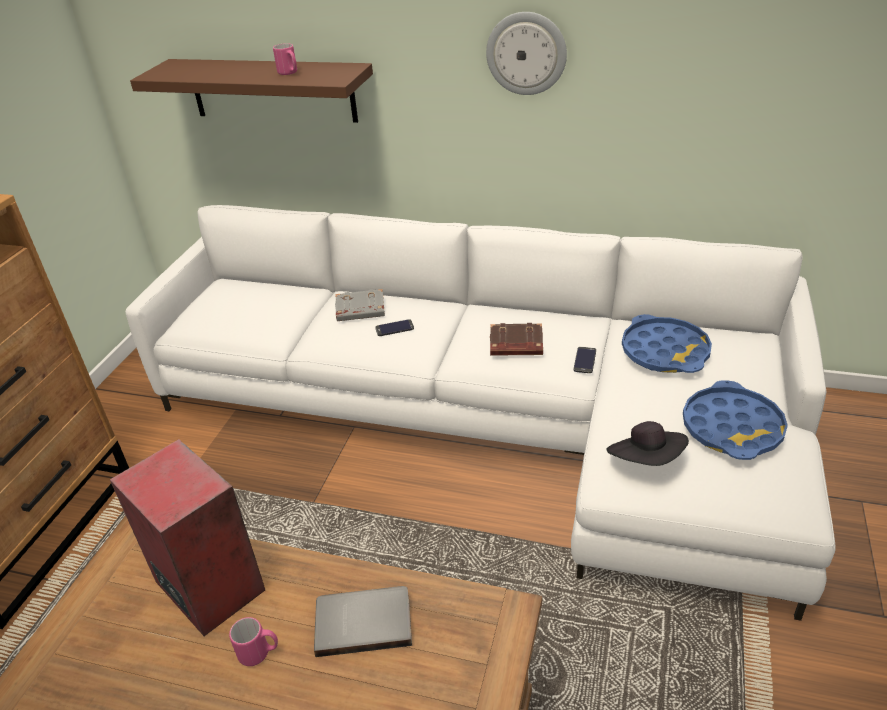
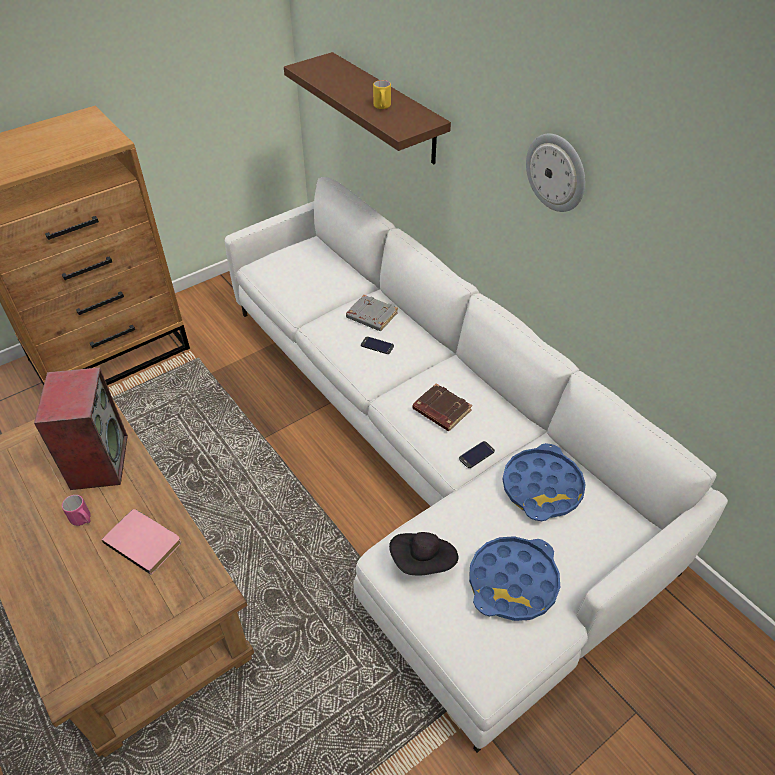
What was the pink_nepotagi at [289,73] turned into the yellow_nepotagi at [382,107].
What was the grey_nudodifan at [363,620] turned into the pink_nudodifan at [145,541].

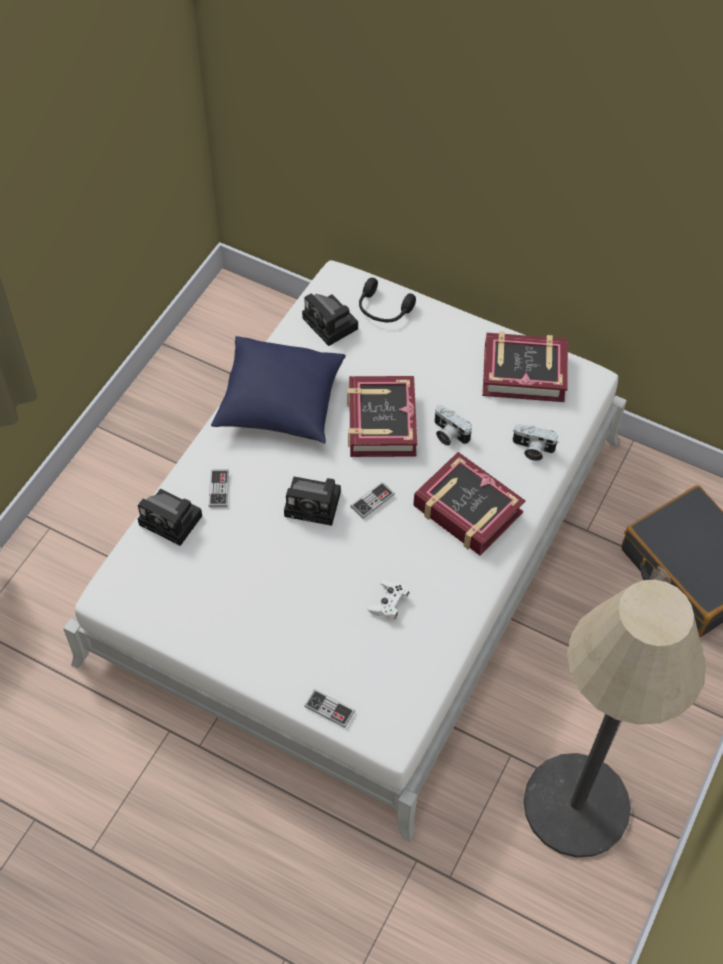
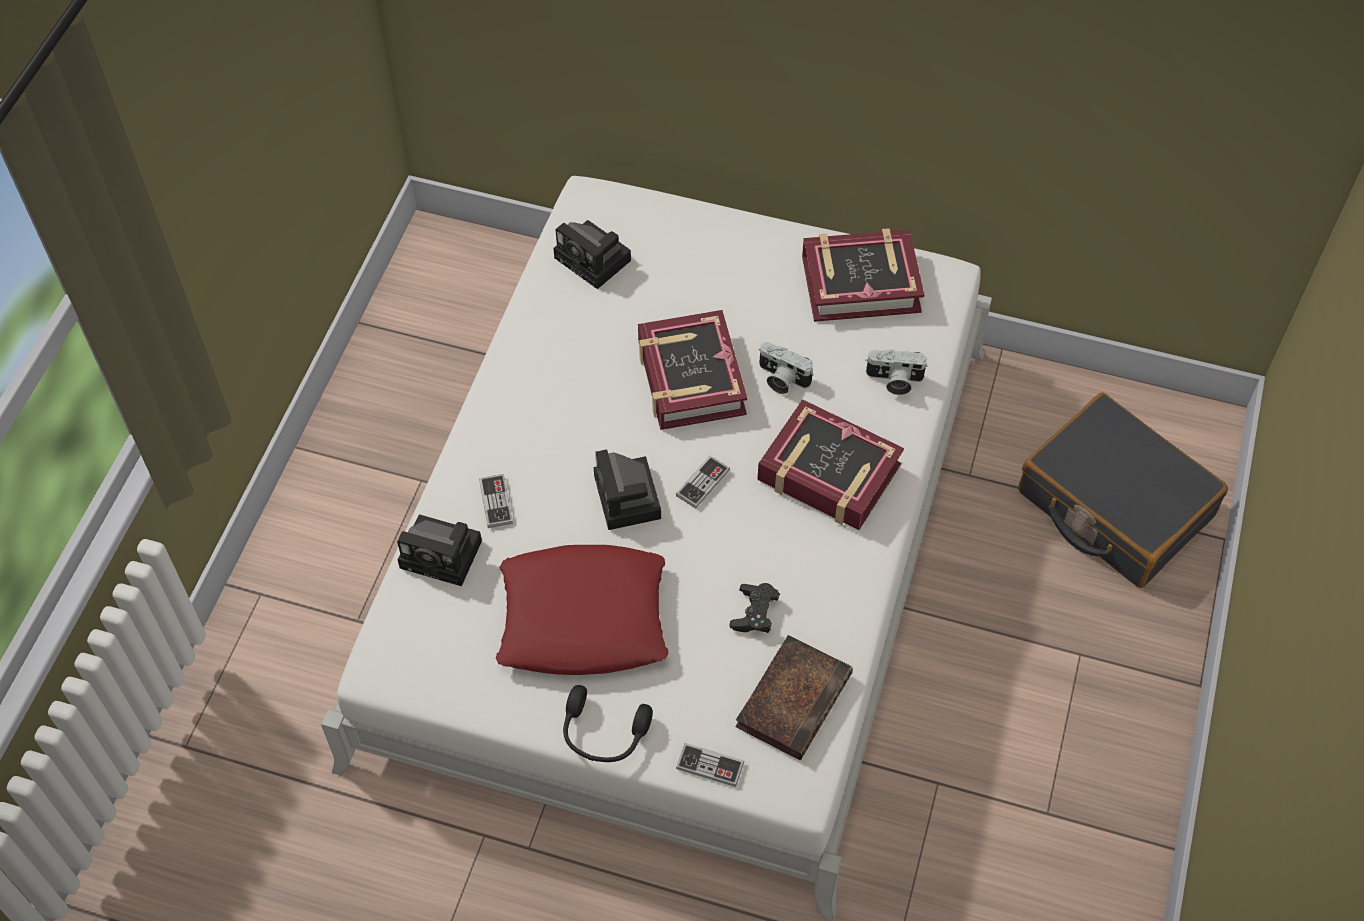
The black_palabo ended up elsewhere, having gone from [383,310] to [603,734].
The second view lost the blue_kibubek at [279,404].
The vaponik at [315,504] ended up facing another way, 75 degrees clockwise from before.
What was the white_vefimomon at [388,603] turned into the black_vefimomon at [754,613].
The second view lost the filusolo at [576,805].
The second view gained the red_kibubek at [582,618].
The second view gained the nudodifan at [794,697].

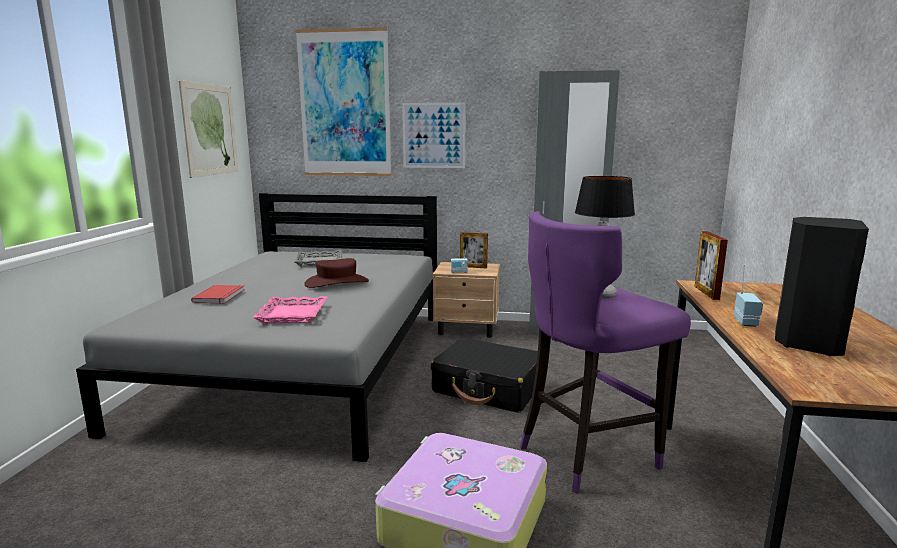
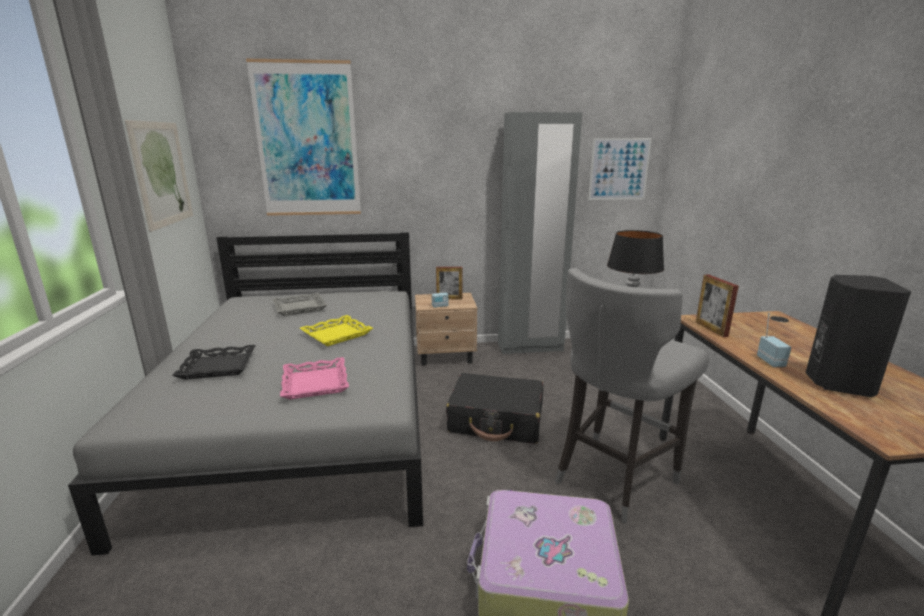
The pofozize ended up elsewhere, having gone from [434,135] to [619,169].
What was the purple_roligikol at [587,453] turned into the grey_roligikol at [613,478].
Where the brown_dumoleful stood at [337,282], the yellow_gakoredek came to stand at [336,334].
Where the red_nudodifan stood at [221,296], the black_gakoredek came to stand at [218,366].

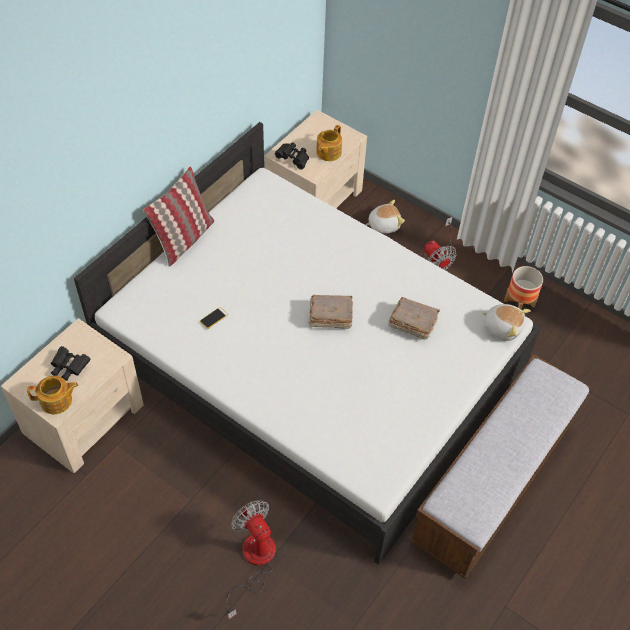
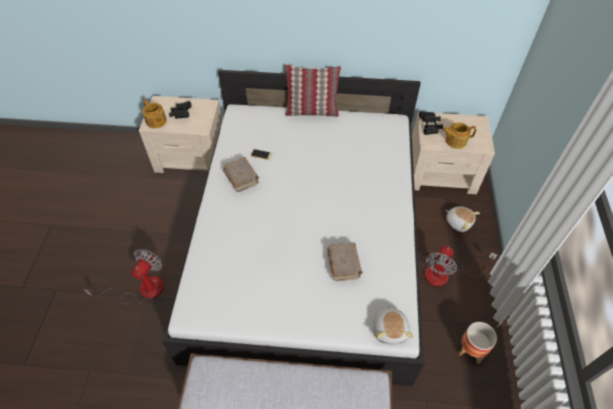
The brown_nudodifan ended up elsewhere, having gone from [329,317] to [241,178].

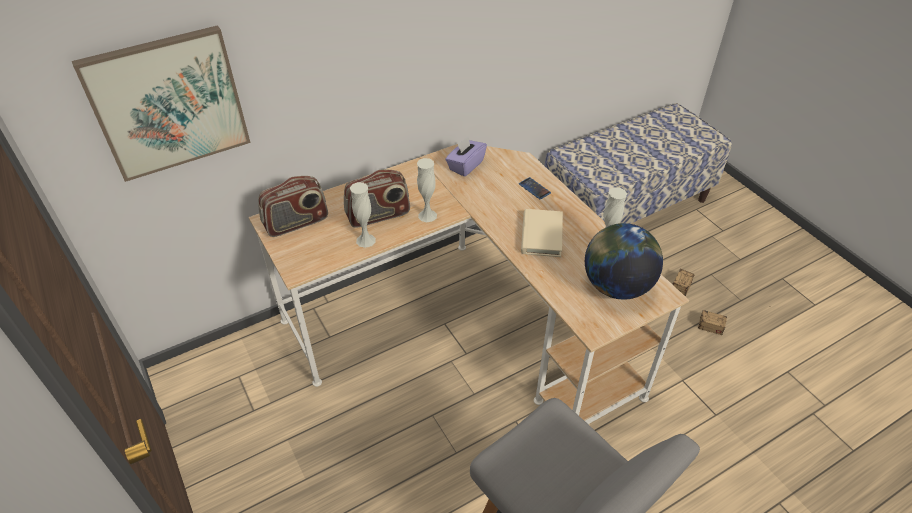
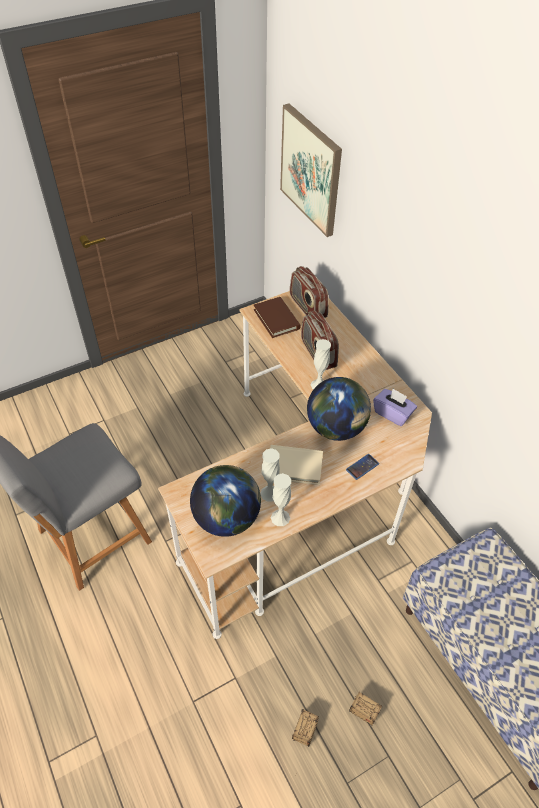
The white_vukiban ended up elsewhere, having gone from [366,240] to [269,493].
The second view gained the brown_nudodifan at [276,319].
The second view gained the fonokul at [336,428].

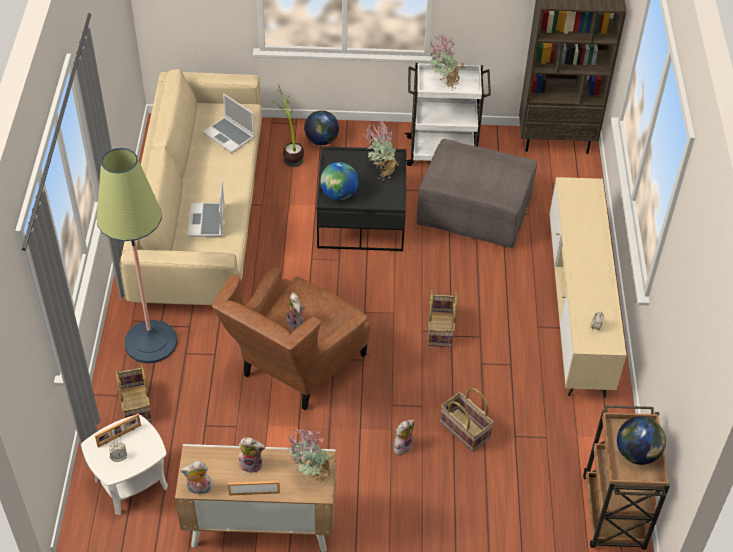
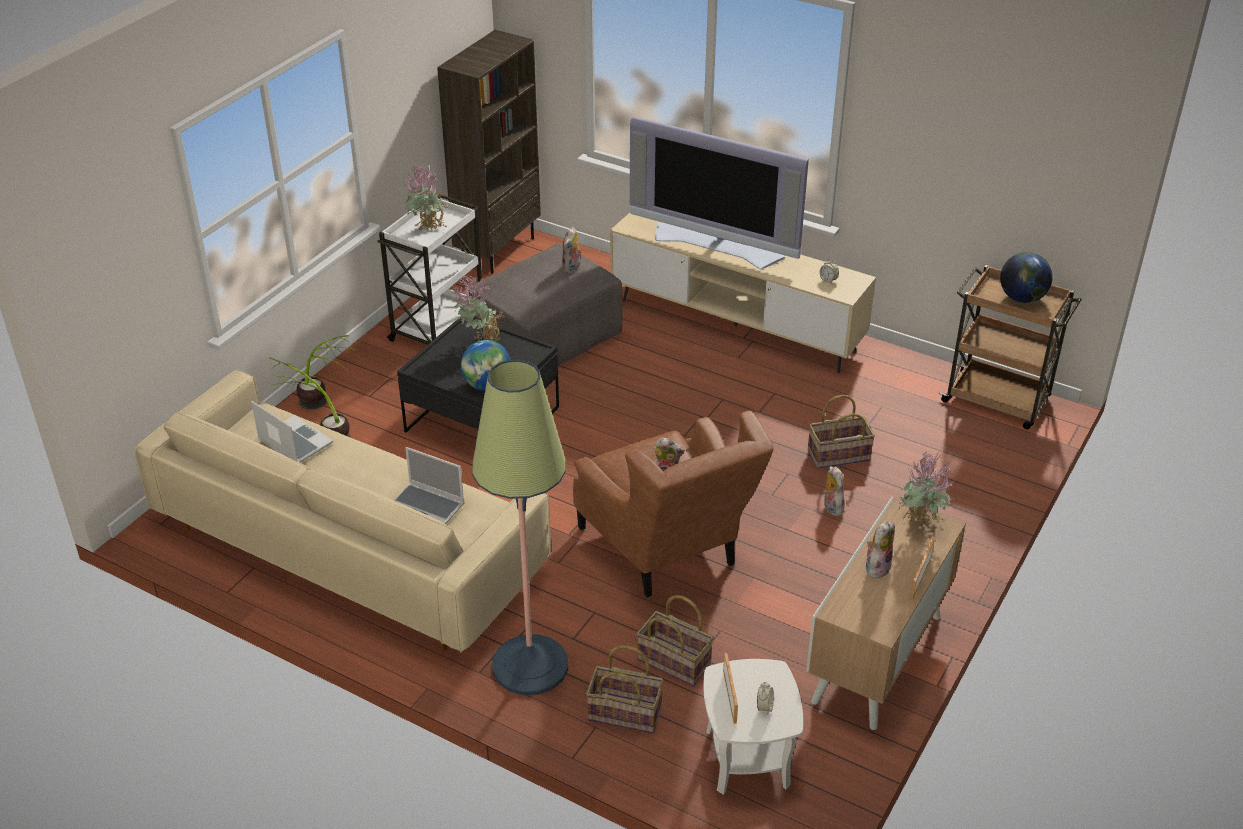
The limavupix at [230,136] ended up facing another way, 120 degrees counterclockwise from before.
Where the fonokul stood at [321,140], the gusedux came to stand at [327,405].
The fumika ended up elsewhere, having gone from [441,329] to [675,661].
The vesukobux ended up elsewhere, having gone from [198,489] to [572,268].
The second view gained the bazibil at [717,244].

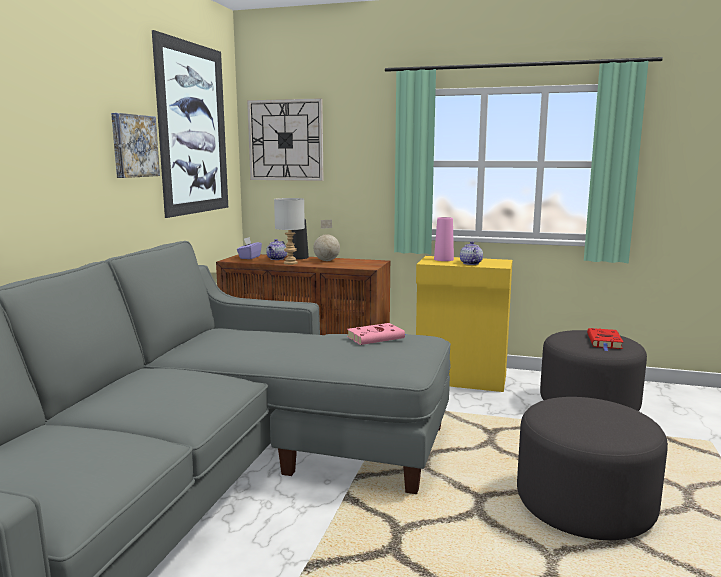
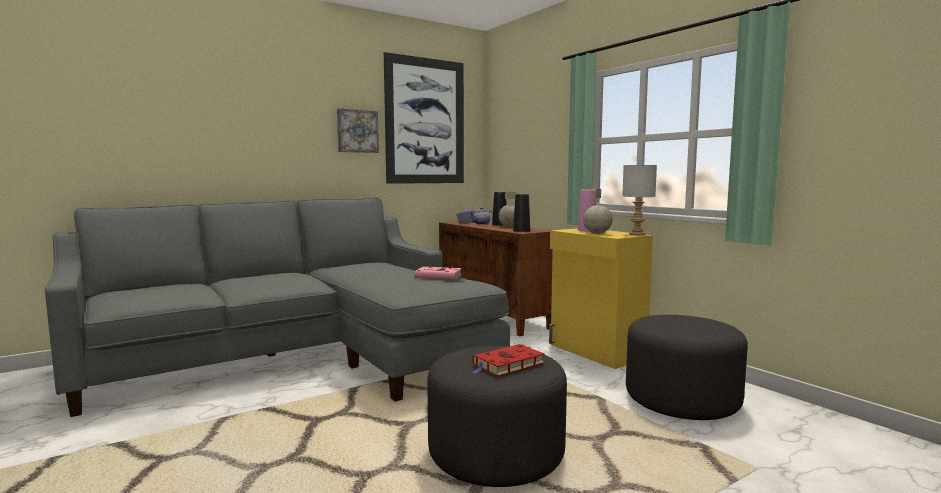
The second view lost the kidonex at [286,140].
The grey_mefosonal ended up elsewhere, having gone from [291,263] to [637,234].
Where the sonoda stood at [470,263], the fonokul came to stand at [596,233].
The red_nudodifan ended up elsewhere, having gone from [604,342] to [507,365].
The second view gained the black_vukiban at [521,230].

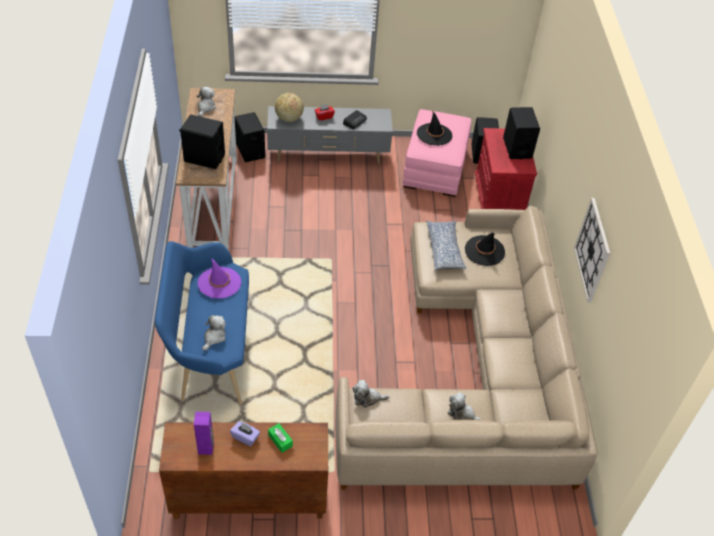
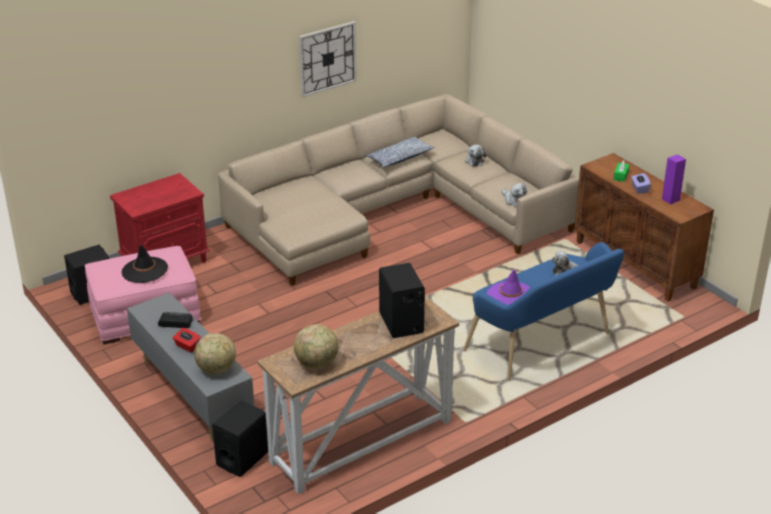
Where the vesukobux stood at [205,107], the fonokul came to stand at [317,364].
The second view lost the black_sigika at [517,148].
The kibubek ended up elsewhere, having gone from [444,249] to [399,158].
The second view lost the black_dumoleful at [484,251].

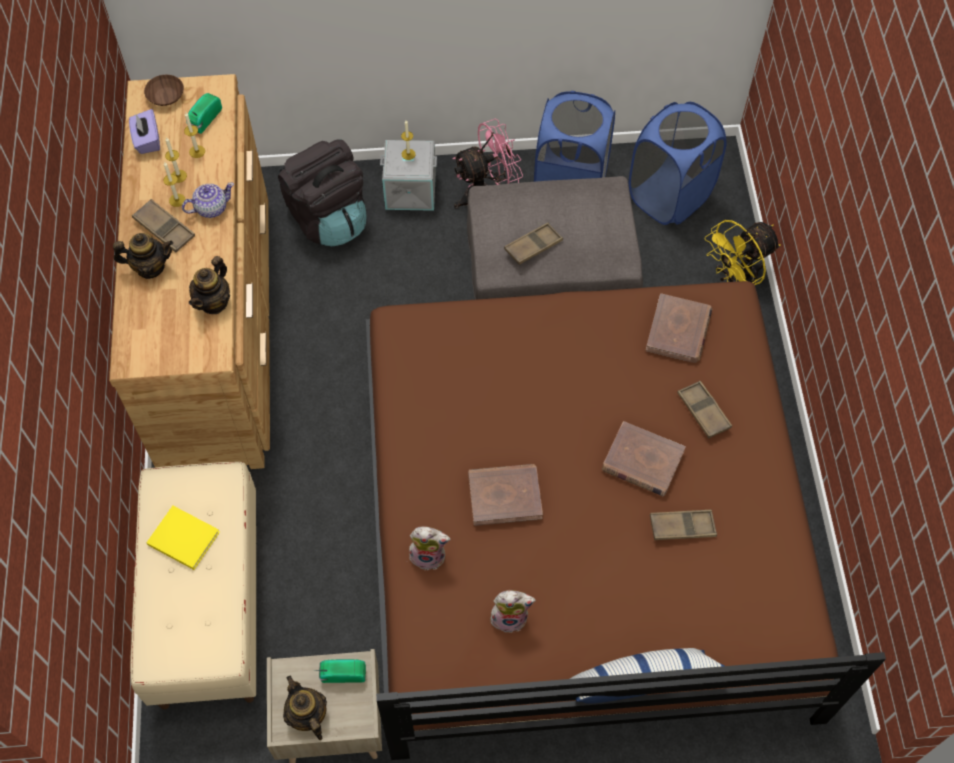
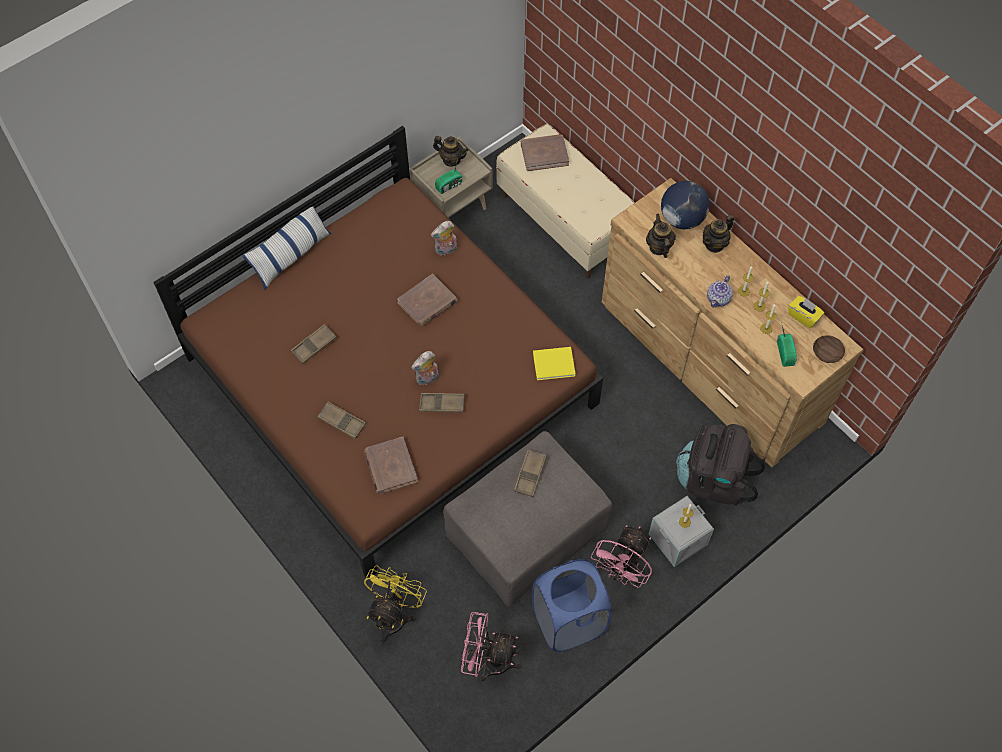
Where the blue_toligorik stood at [669,196], the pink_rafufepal came to stand at [488,661].
What was the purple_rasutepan at [147,140] turned into the yellow_rasutepan at [803,316].
The brown_gakoredek ended up elsewhere, having gone from [164,229] to [442,404].
The brown_nudodifan ended up elsewhere, having gone from [642,461] to [544,154].
The yellow_nudodifan ended up elsewhere, having gone from [182,537] to [555,364].
The vesukobux ended up elsewhere, having gone from [510,617] to [427,379].
The second view gained the fonokul at [682,219].

